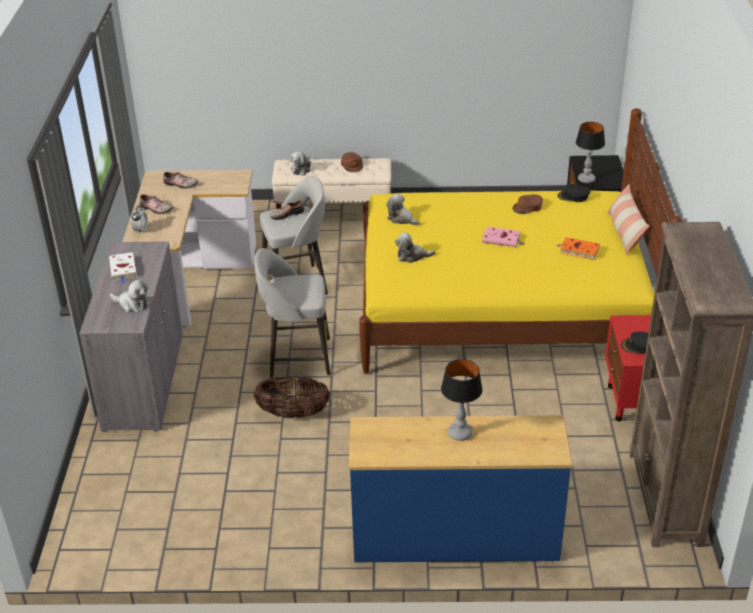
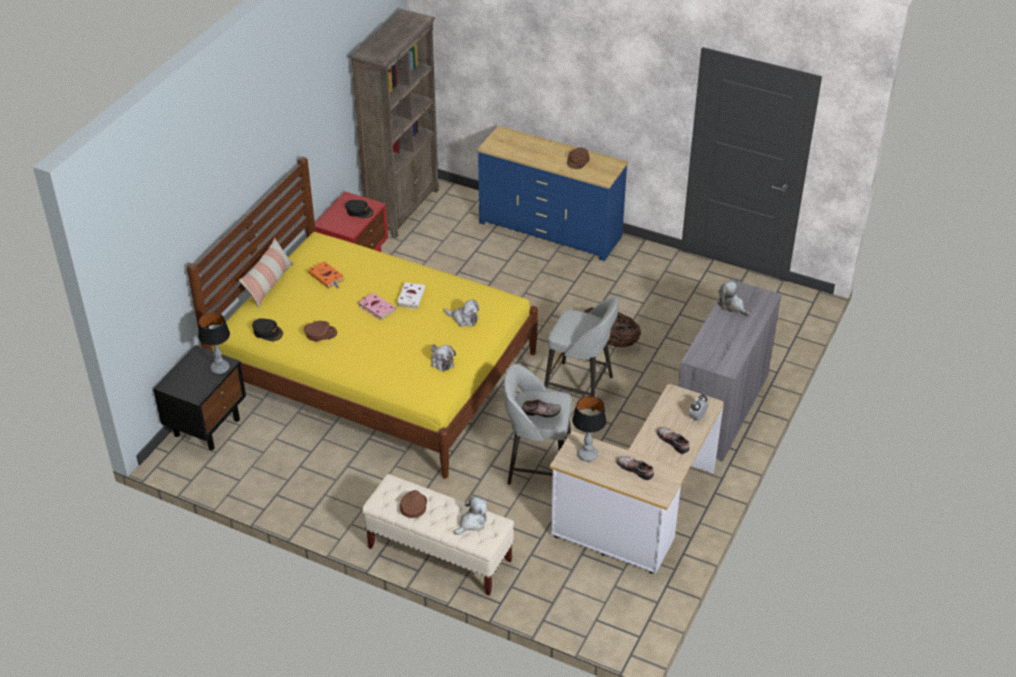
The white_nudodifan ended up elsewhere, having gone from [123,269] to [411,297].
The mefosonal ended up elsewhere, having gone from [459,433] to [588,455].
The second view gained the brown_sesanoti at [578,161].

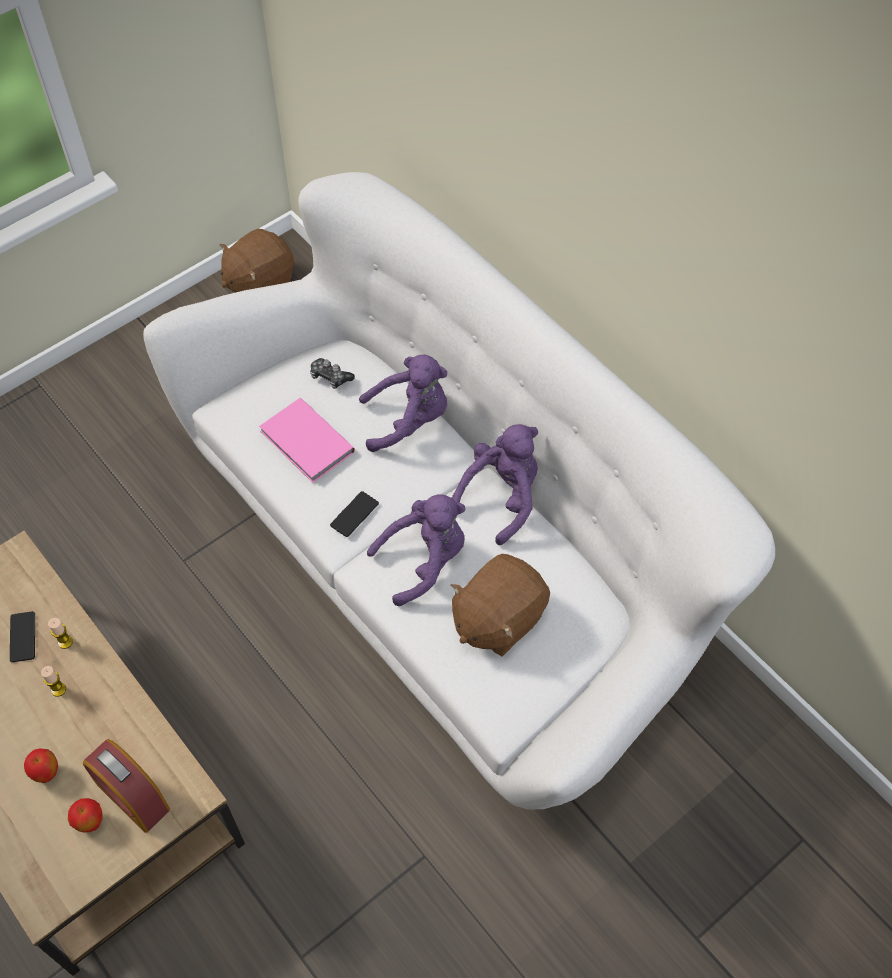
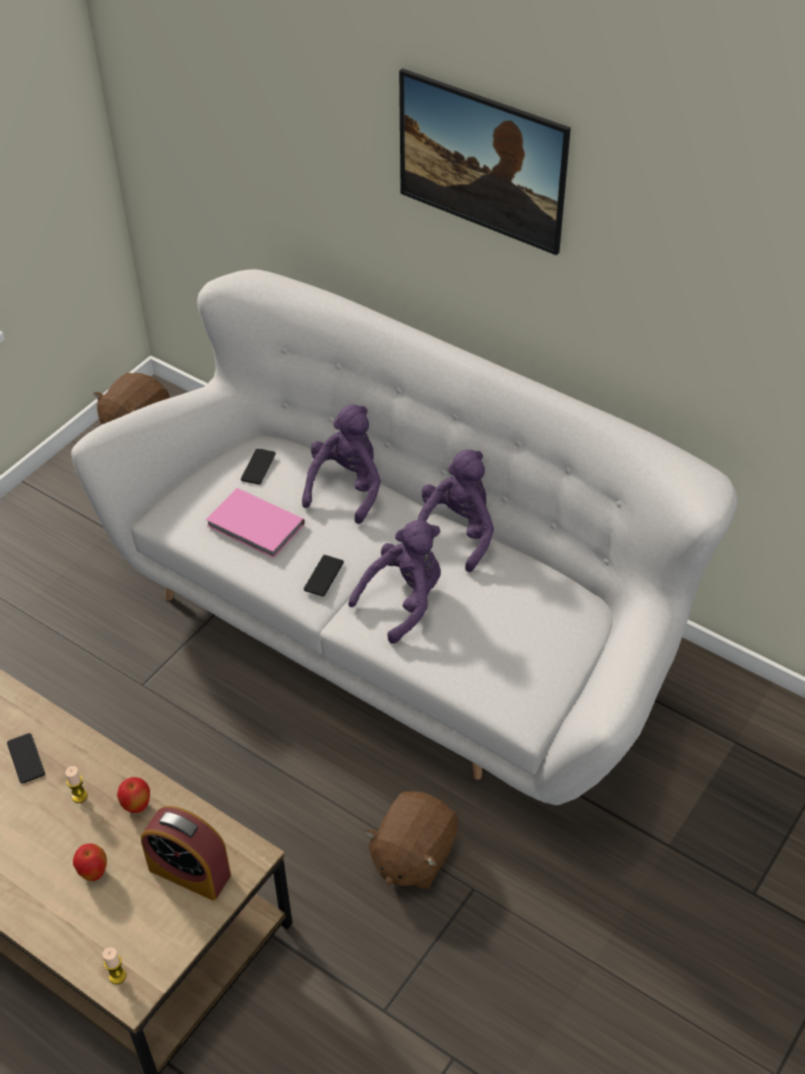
The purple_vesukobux at [409,420] ended up facing another way, 45 degrees counterclockwise from before.
Where the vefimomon stood at [330,377], the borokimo came to stand at [258,467].
The brown_vesukobux ended up elsewhere, having gone from [497,618] to [412,855].
The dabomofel ended up elsewhere, having gone from [65,642] to [117,976].
The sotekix ended up elsewhere, having gone from [91,822] to [137,806].
The second view gained the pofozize at [480,192].

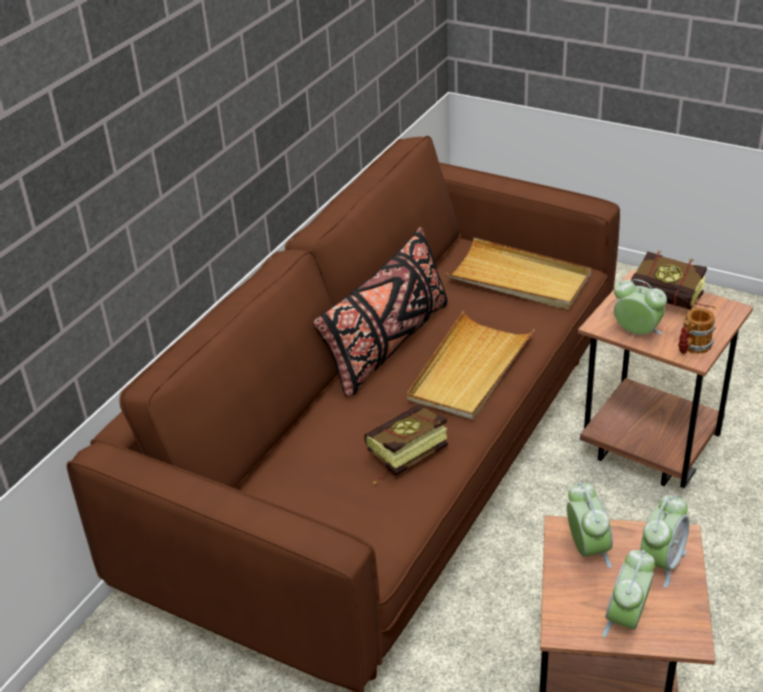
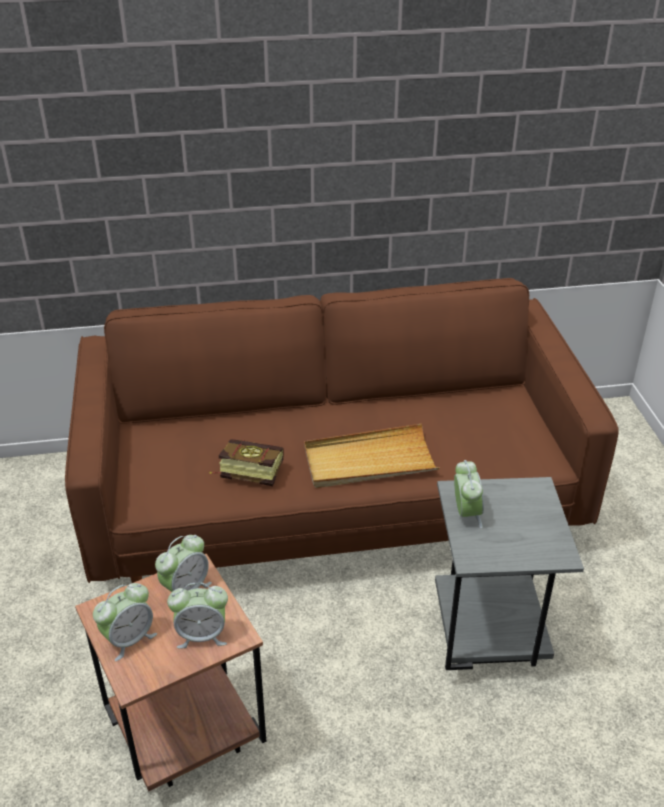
The second view lost the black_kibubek at [387,345].
The second view lost the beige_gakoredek at [519,279].
The second view lost the nudodifan at [673,303].
What was the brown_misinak at [647,453] turned into the grey_misinak at [486,636].
The second view lost the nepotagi at [692,348].
The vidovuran at [626,619] ended up facing another way, 150 degrees clockwise from before.

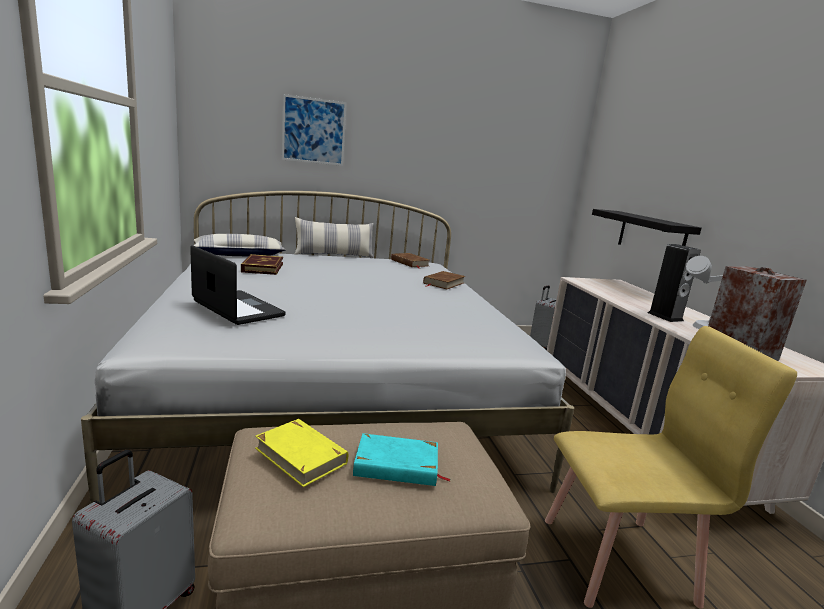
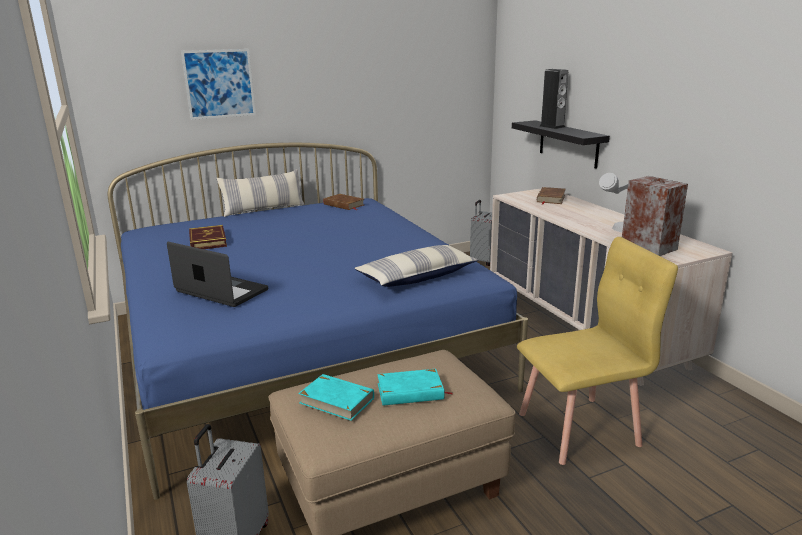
What was the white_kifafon at [333,392] turned into the blue_kifafon at [302,347].
The kibubek ended up elsewhere, having gone from [239,255] to [417,277].
The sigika ended up elsewhere, having gone from [665,316] to [552,126].
The brown_nudodifan ended up elsewhere, having gone from [443,283] to [550,198].
What was the yellow_nudodifan at [301,455] turned into the turquoise_nudodifan at [336,400].

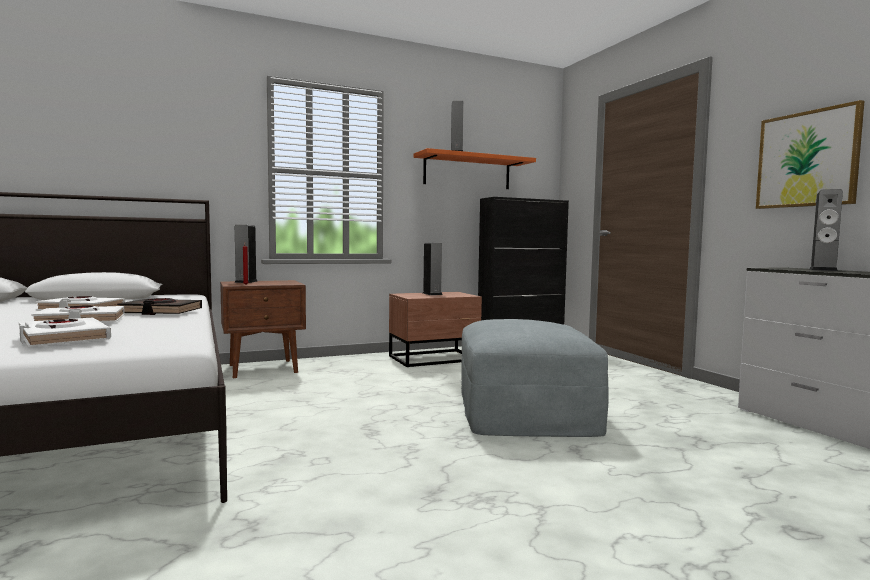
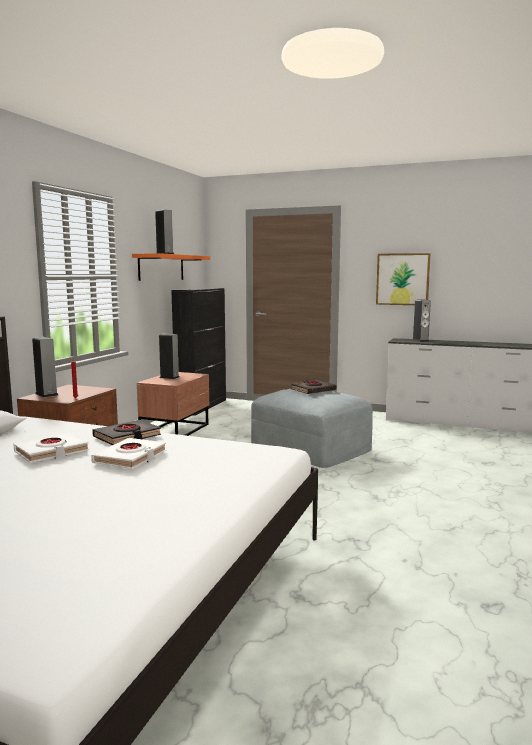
The second view lost the white_nudodifan at [63,339].
The second view gained the black_nudodifan at [313,390].

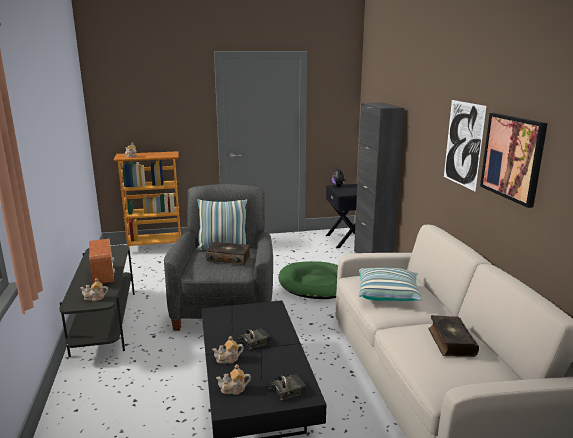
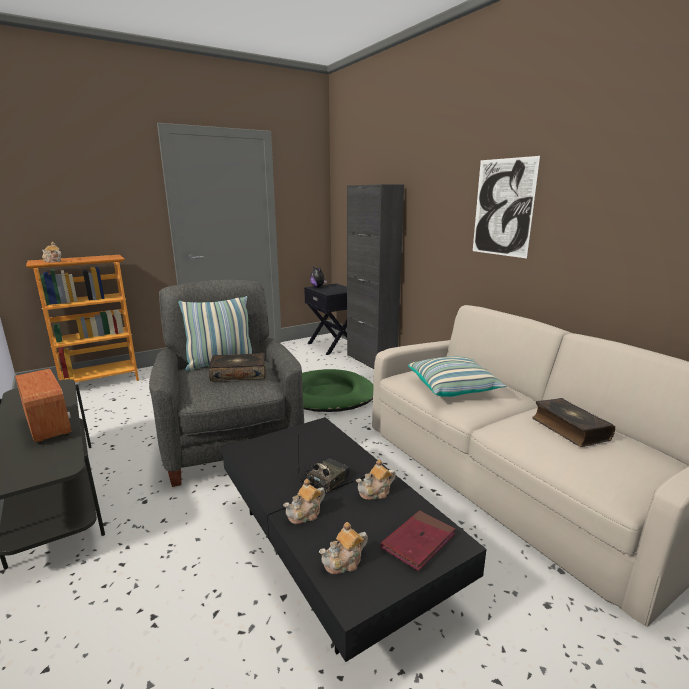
The second view lost the pofozize at [513,157].
The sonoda ended up elsewhere, having gone from [94,298] to [376,492].
Where the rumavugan stood at [286,390], the red_nudodifan came to stand at [418,542].

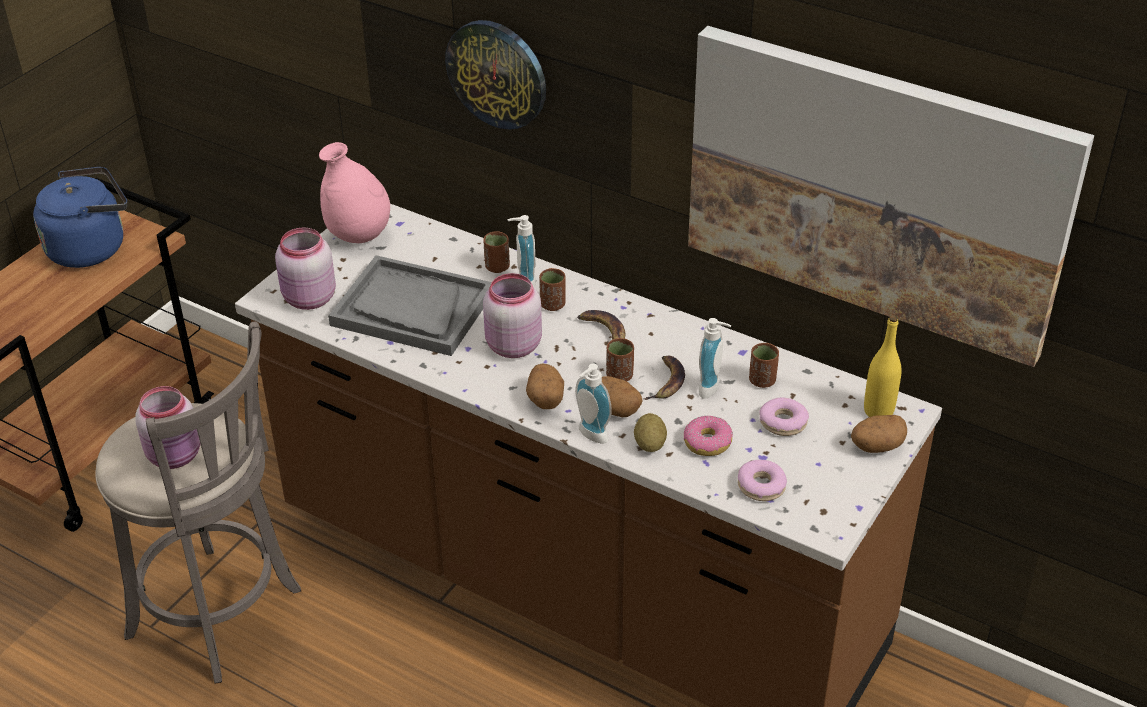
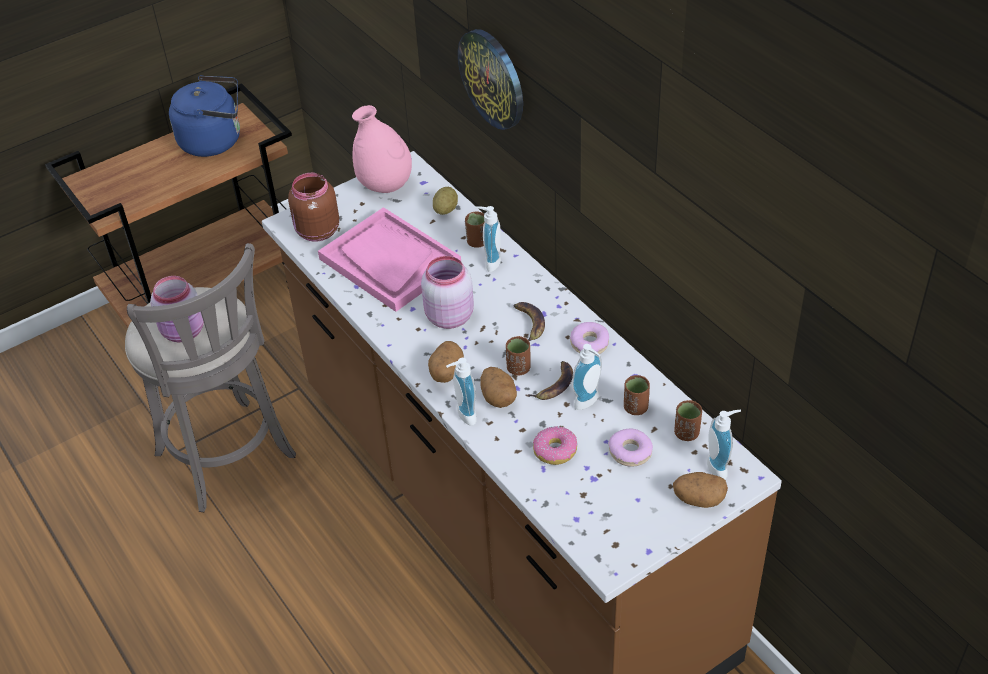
The second view lost the pofozize at [874,191].
What was the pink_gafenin at [308,299] turned into the brown_gafenin at [316,232].
What was the grey_gakoredek at [412,309] turned into the pink_gakoredek at [389,262].
The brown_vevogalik ended up elsewhere, having gone from [553,305] to [686,433].
Where the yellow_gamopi stood at [878,411], the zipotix came to stand at [720,467].
The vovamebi ended up elsewhere, having gone from [650,444] to [445,210].
The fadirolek ended up elsewhere, having gone from [761,486] to [589,343].

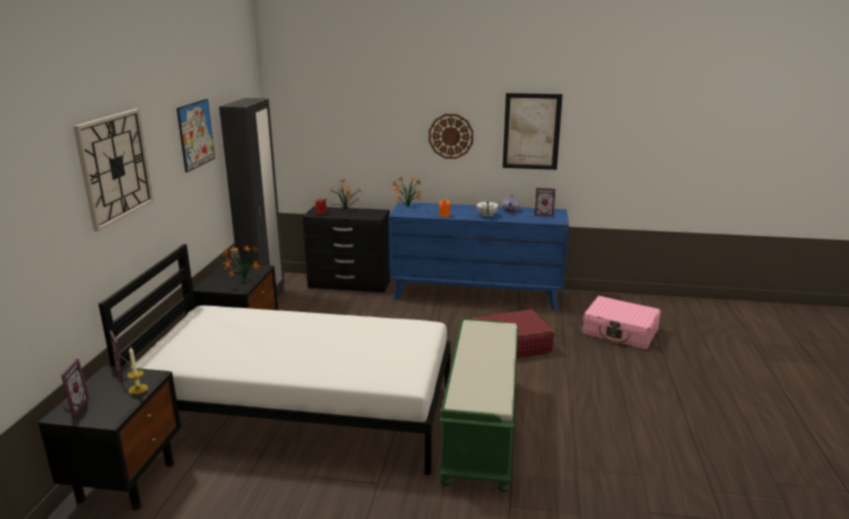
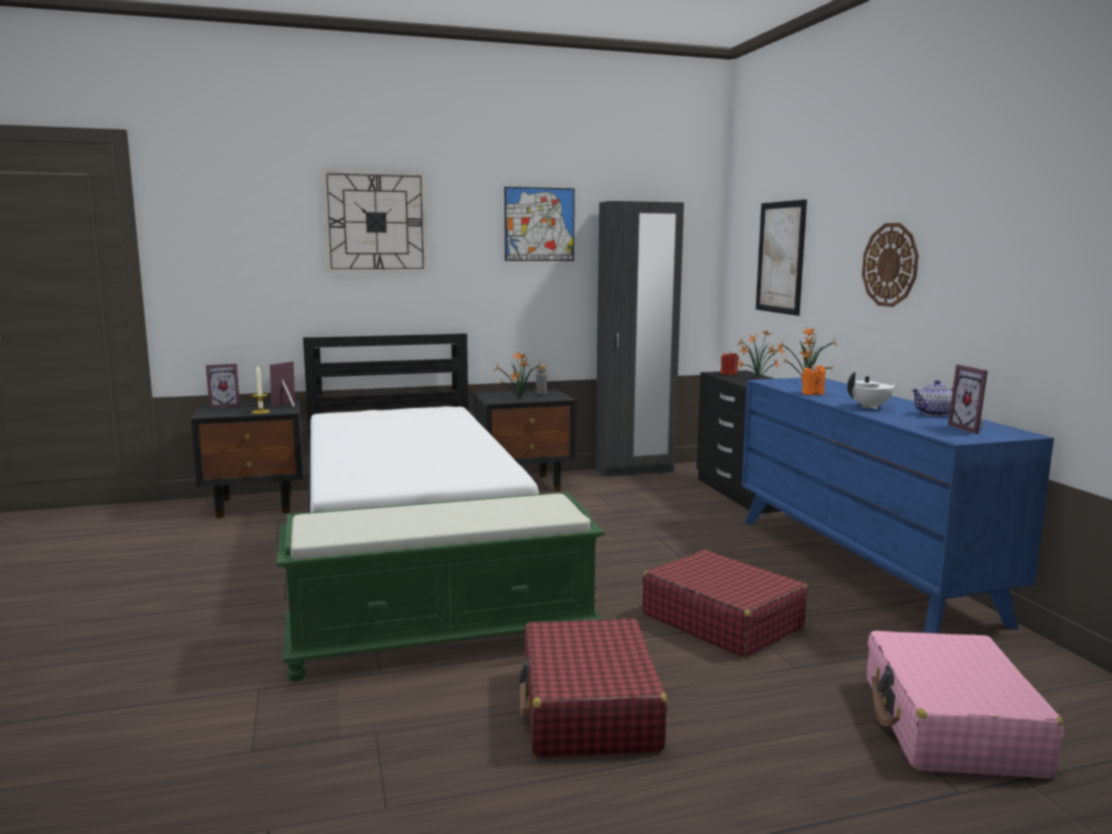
The pofozize ended up elsewhere, having gone from [531,131] to [780,257].
The second view gained the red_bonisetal at [588,709].

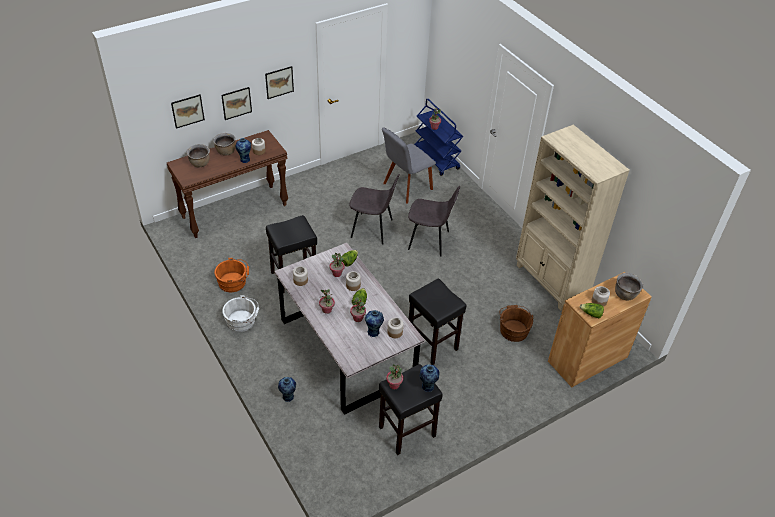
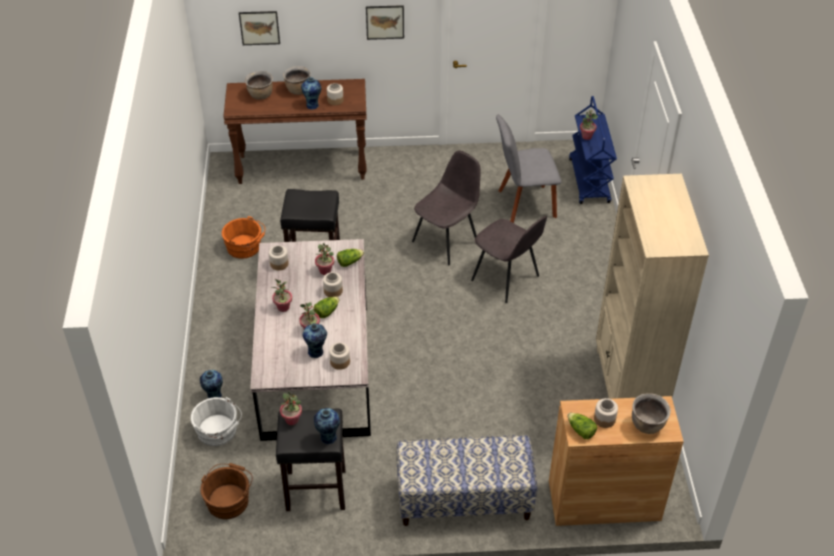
The second view lost the pofozize at [236,103].
The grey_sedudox at [373,229] ended up facing another way, 90 degrees counterclockwise from before.
The second view lost the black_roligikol at [433,344].
The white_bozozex ended up elsewhere, having gone from [242,321] to [218,431].
The brown_bozozex ended up elsewhere, having gone from [513,329] to [229,499].
The second view gained the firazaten at [464,500].

